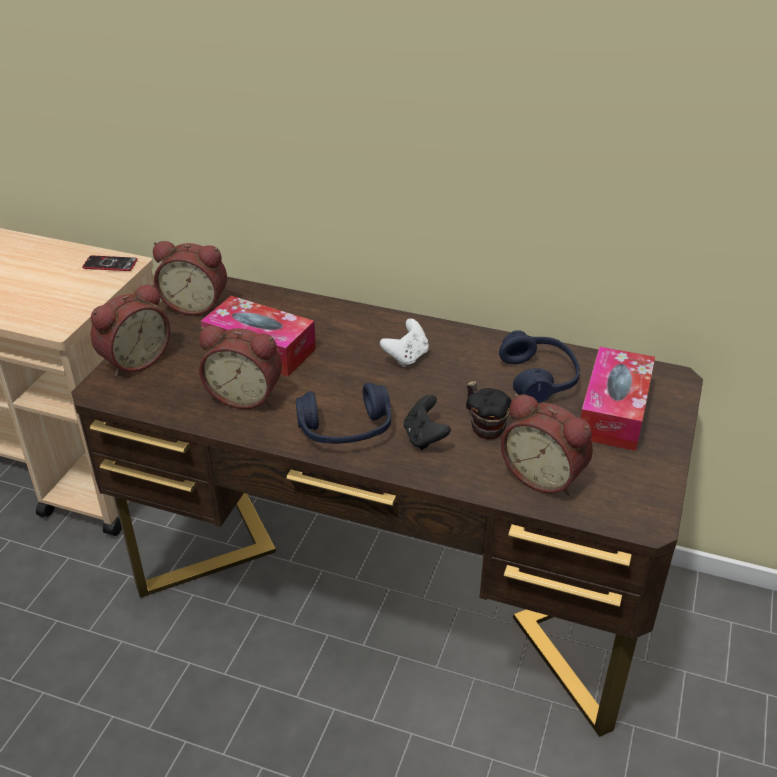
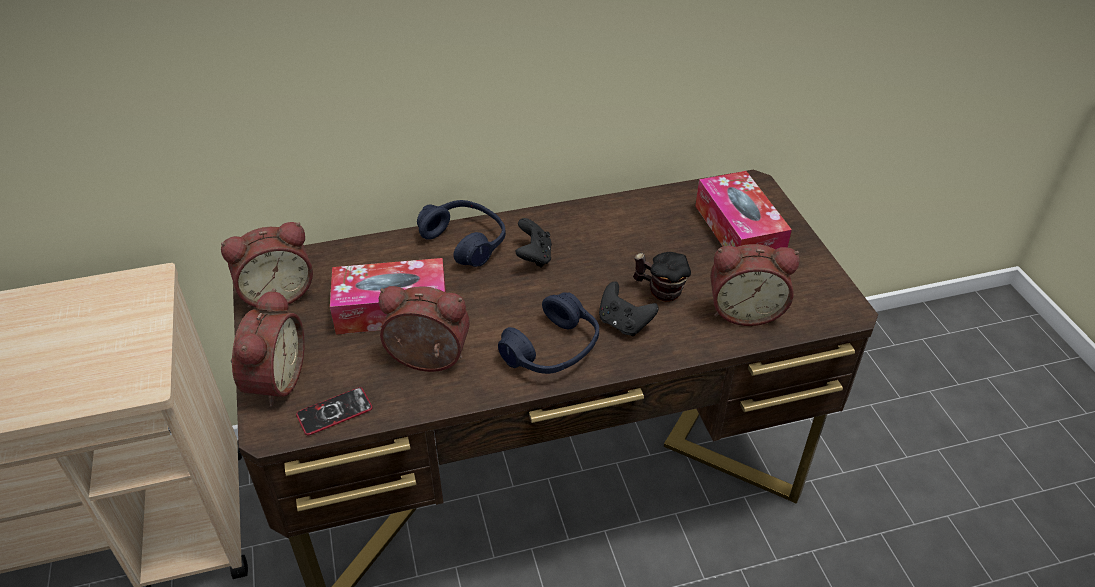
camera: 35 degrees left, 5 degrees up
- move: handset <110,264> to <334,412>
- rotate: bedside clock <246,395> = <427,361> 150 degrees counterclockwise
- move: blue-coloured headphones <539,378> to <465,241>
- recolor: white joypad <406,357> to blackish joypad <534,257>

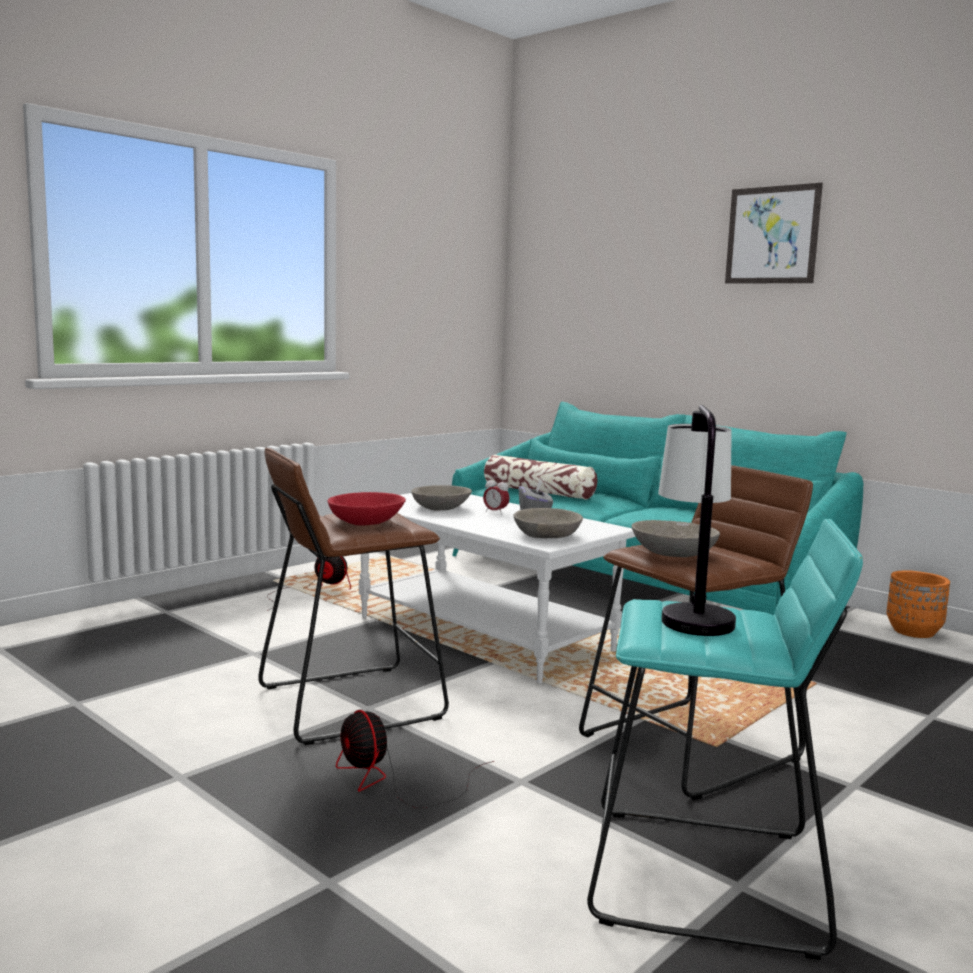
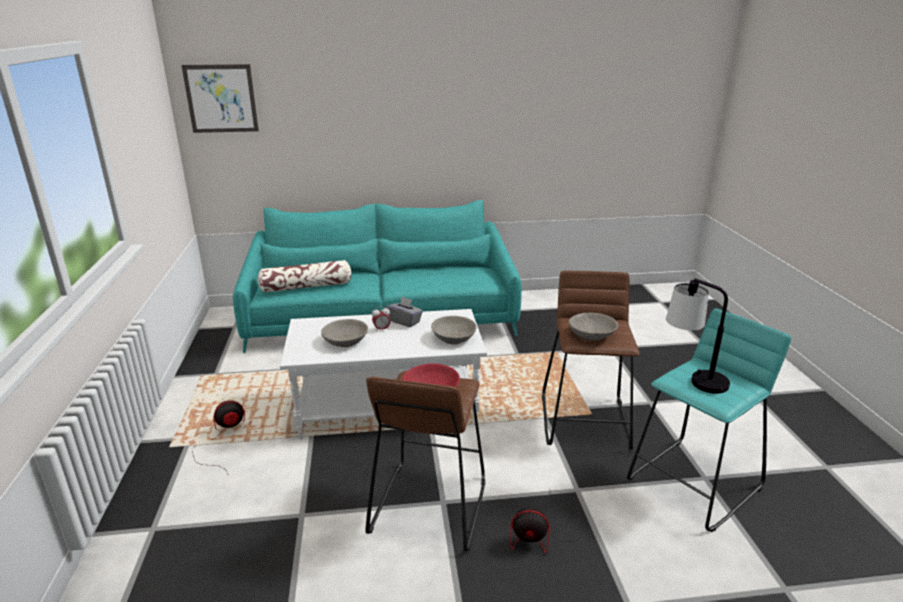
camera: 50 degrees left, 15 degrees up
- move: picture <772,235> to <221,98>
- delete: orangey plant pot <914,631>

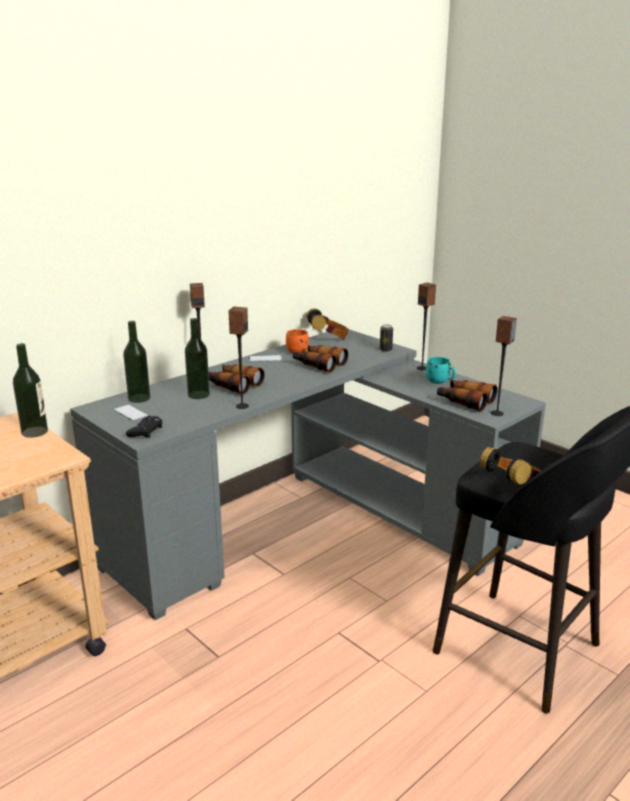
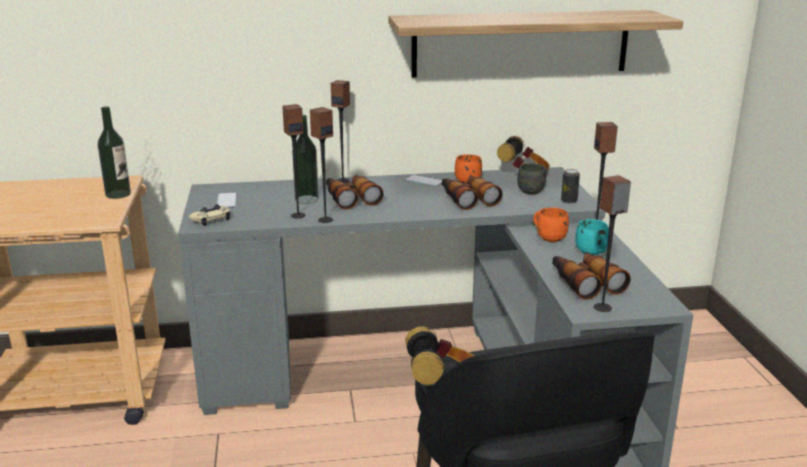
camera: 35 degrees right, 0 degrees up
- recolor: blackish joypad <145,431> to beige joypad <211,219>
- insert: loudspeaker <298,215>
- insert: wall shelf <520,43>
- insert: gray coffee mug <533,190>
- insert: orangey coffee mug <548,237>
- delete: bottle <139,398>

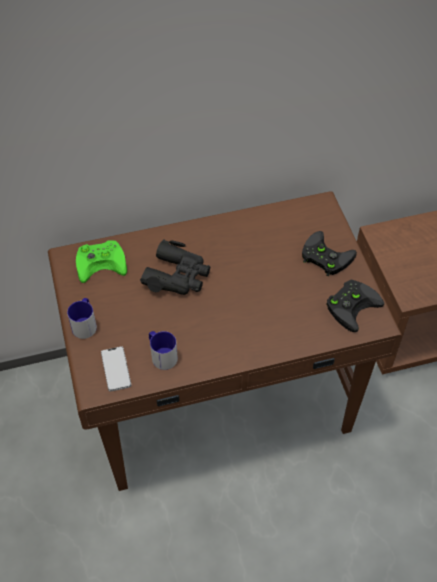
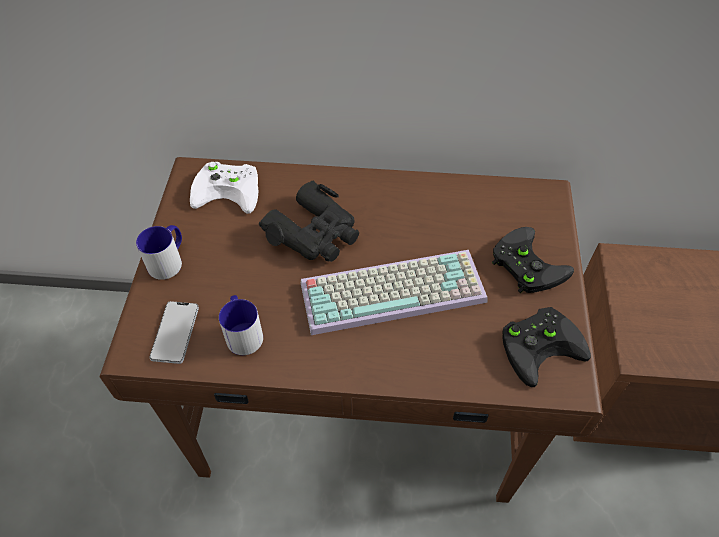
camera: 20 degrees right, 0 degrees up
- recolor: green-coloured joypad <102,262> to white joypad <230,189>
- insert: PC keyboard <394,289>

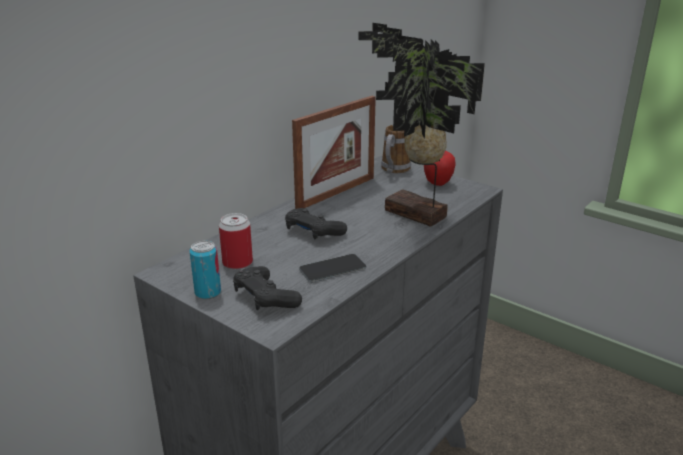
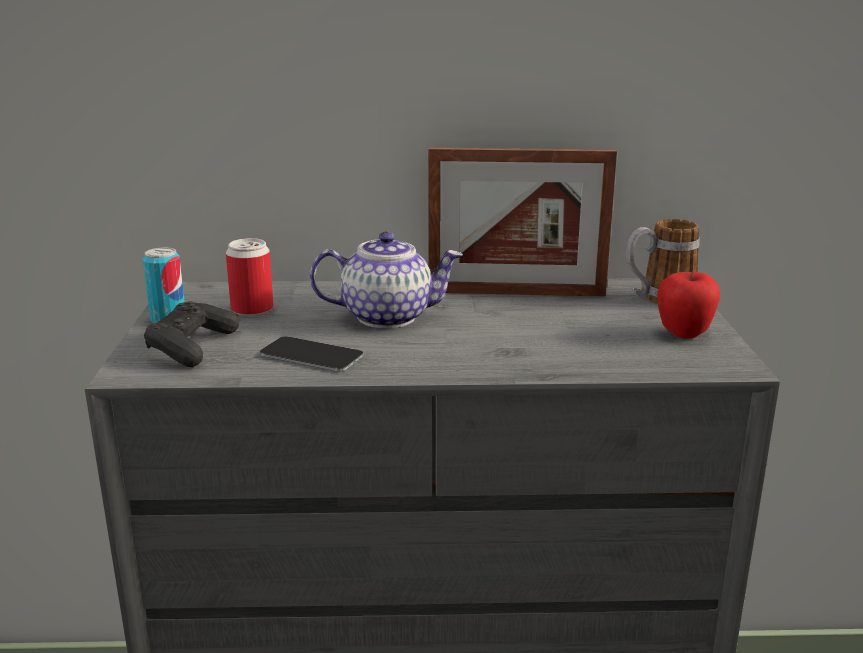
camera: 50 degrees right, 5 degrees down
- replace: blackish joypad <313,232> to teapot <388,316>
- delete: houseplant <414,216>

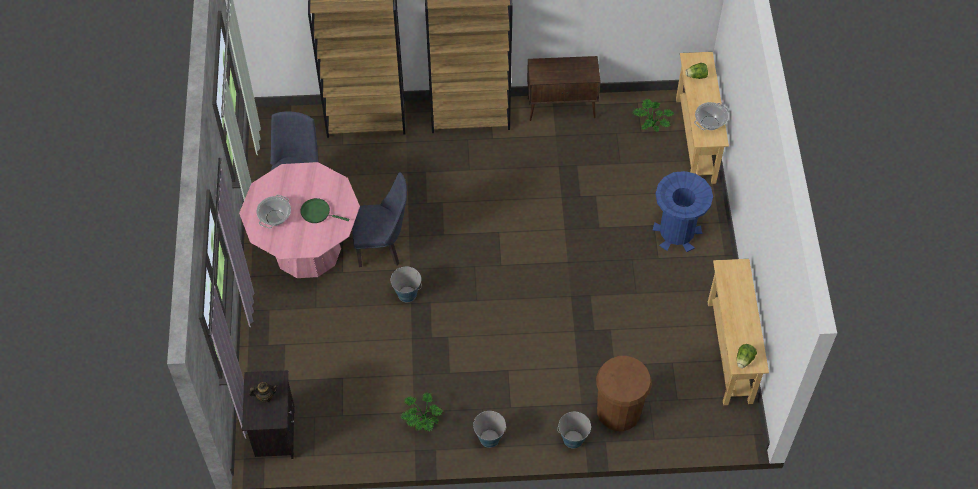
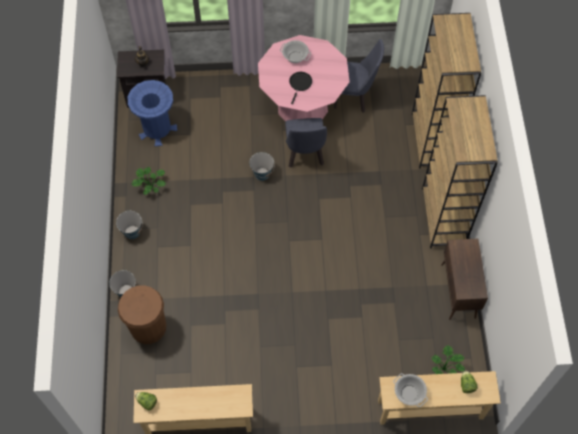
camera: 90 degrees right, 5 degrees up
- move: blue-coloured waste bin <676,232> to <157,129>
- recolor: green-coloured frying pan <318,212> to blackish frying pan <300,84>

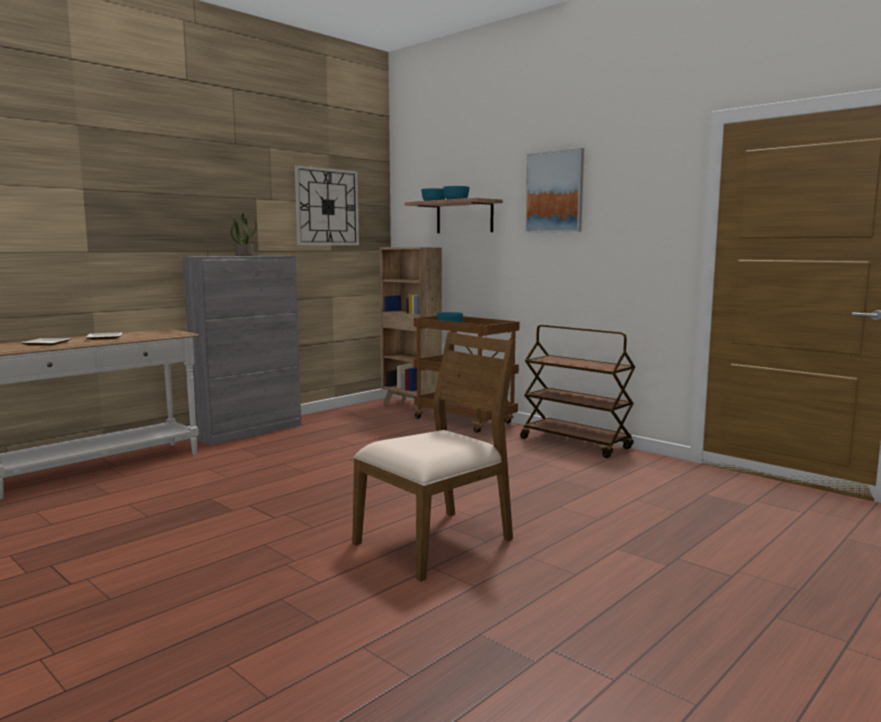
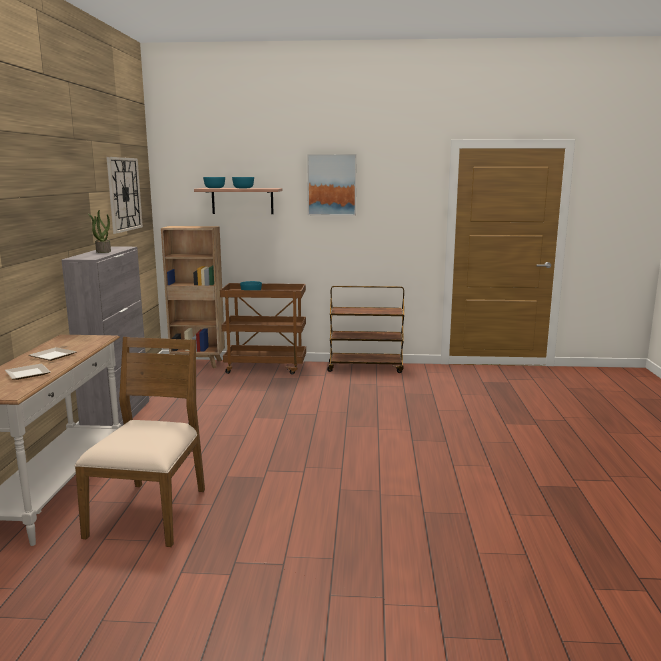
camera: 40 degrees left, 5 degrees up
- move: brown-coloured plain chair <436,541> to <150,512>

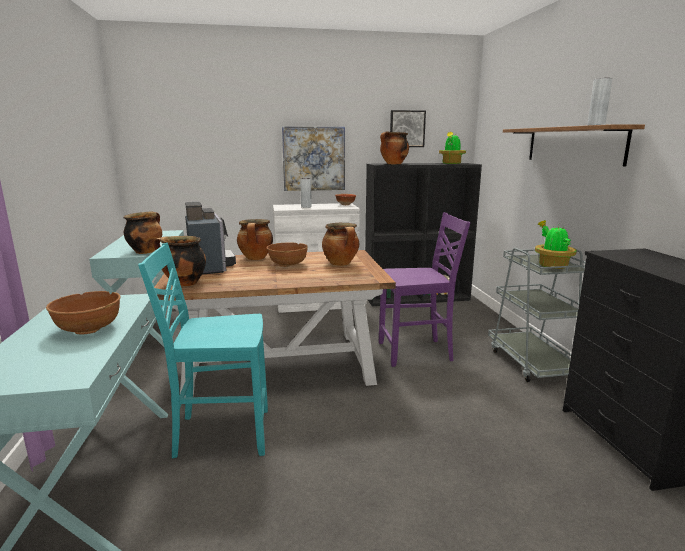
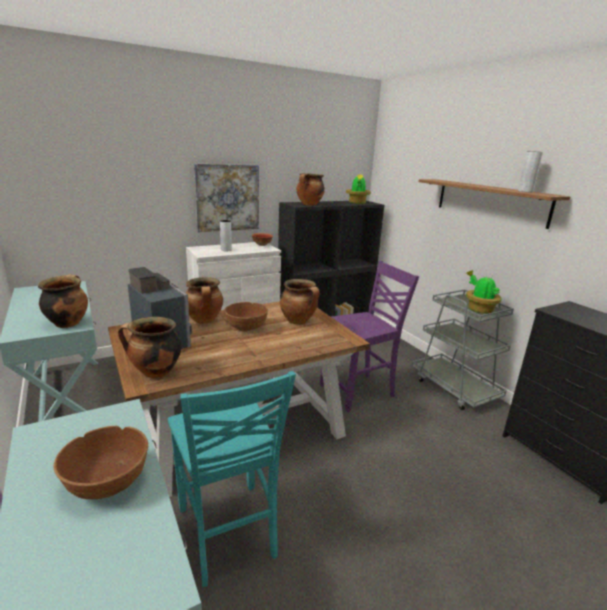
camera: 20 degrees left, 5 degrees up
- rotate: turquoise plain chair <221,433> = <228,533> 90 degrees counterclockwise
- delete: picture <407,129>

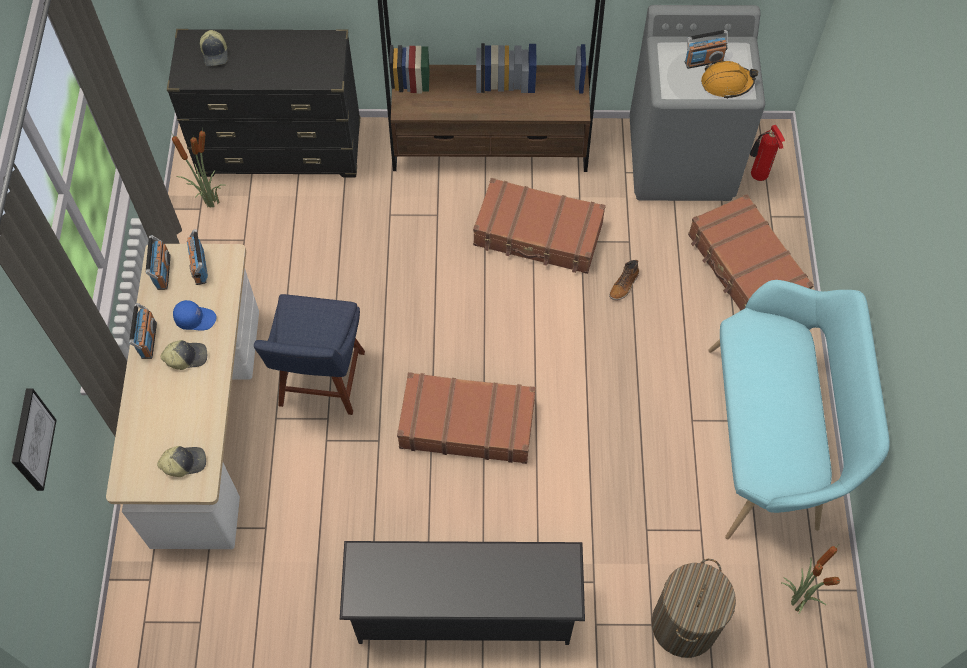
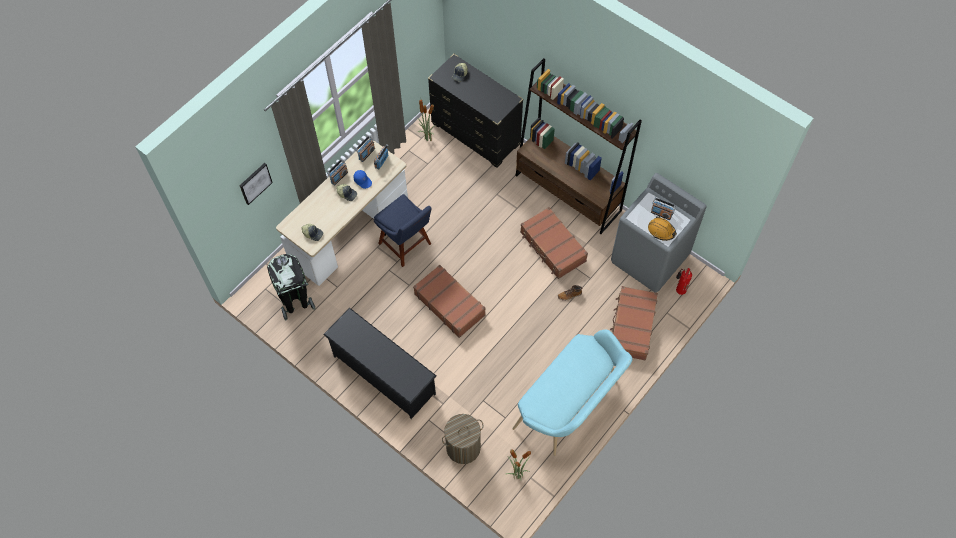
camera: 40 degrees right, 0 degrees up
- insert: blackish waste bin <295,301>
- rotate: blue-coloured plain chair <321,383> = <406,245> 90 degrees counterclockwise

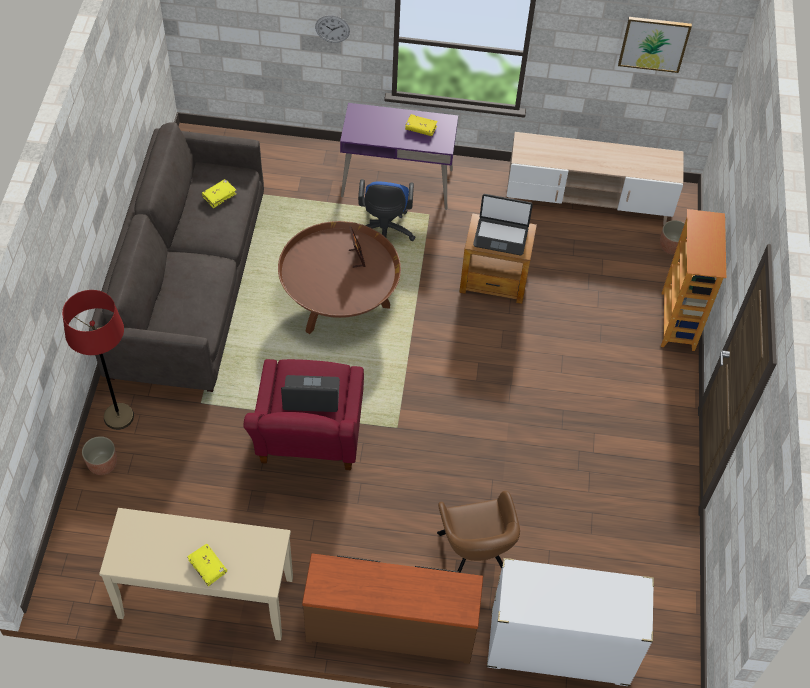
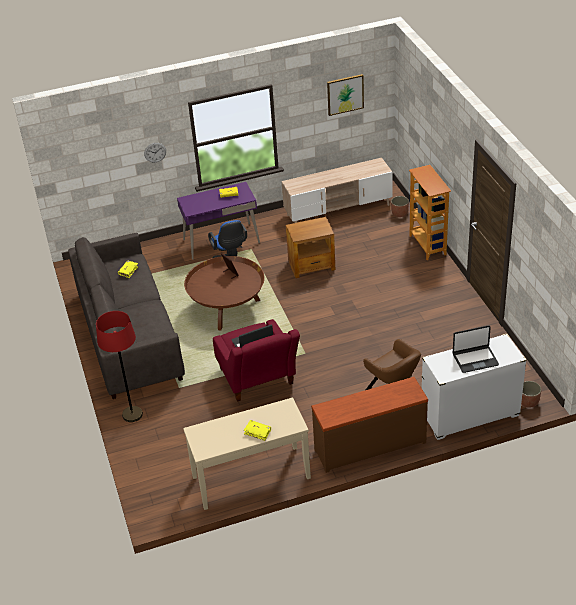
camera: 20 degrees left, 15 degrees down
- move: notebook computer <501,236> to <475,359>
- move: plant pot <102,464> to <528,402>

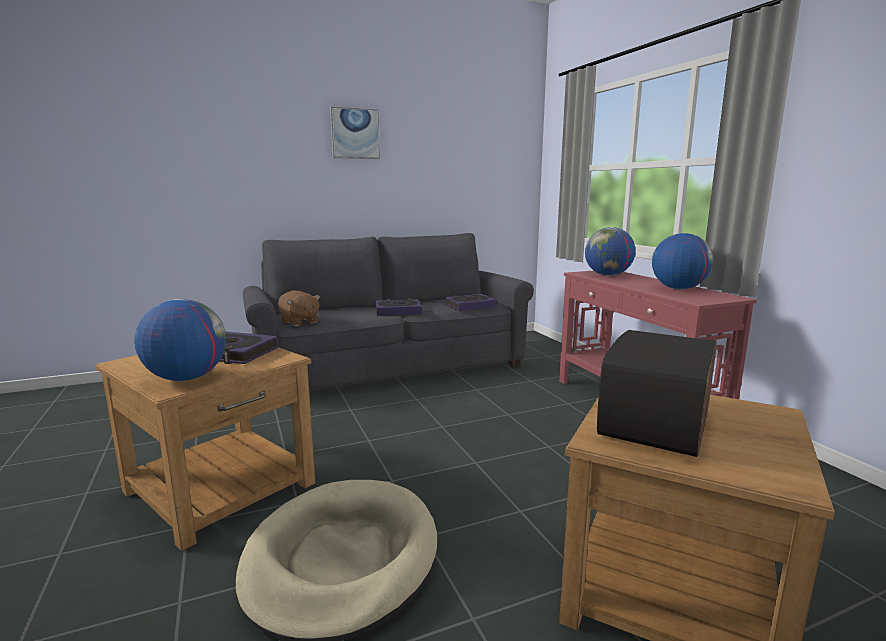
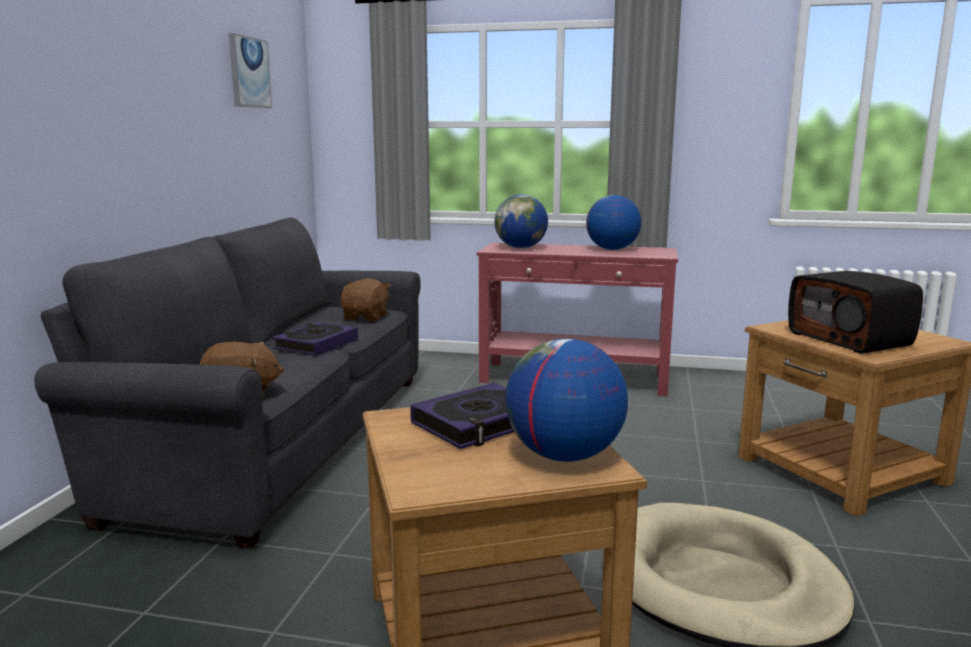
camera: 55 degrees left, 0 degrees up
- move: picture <355,133> to <249,72>
- replace: book <470,306> to brown-coloured soft toy <366,317>

